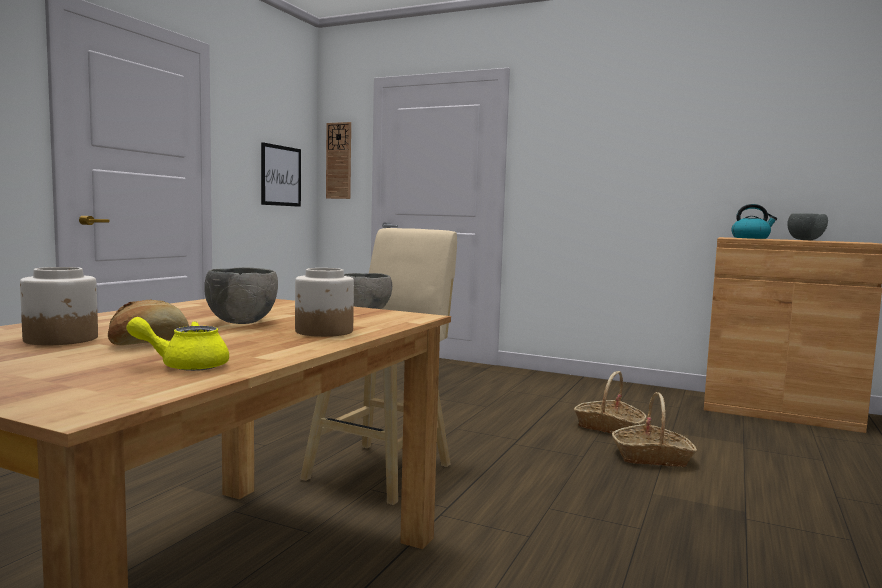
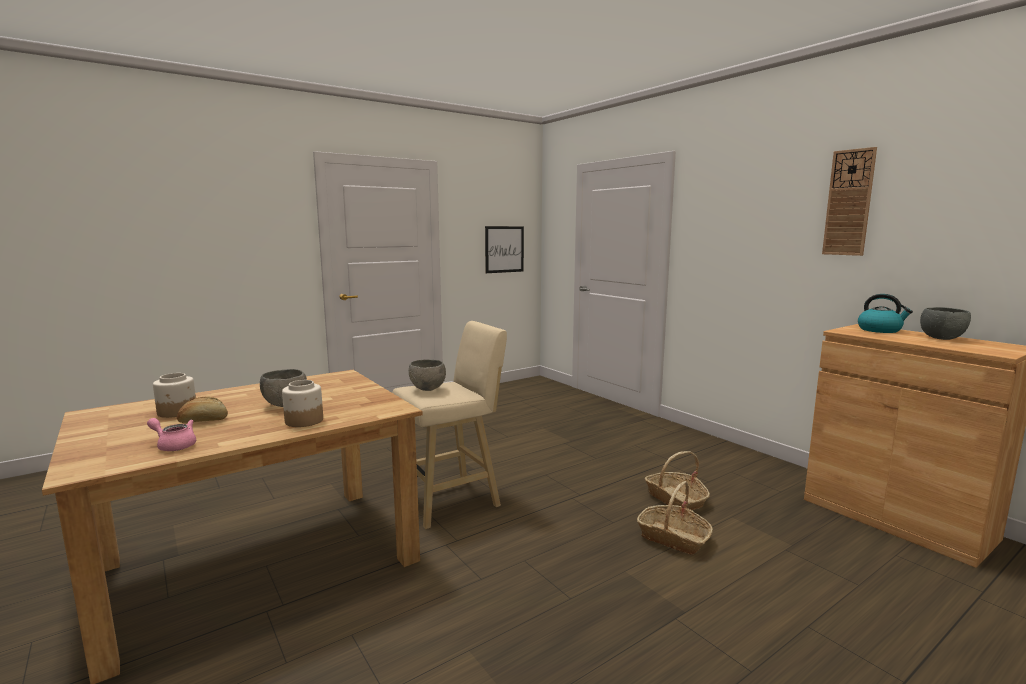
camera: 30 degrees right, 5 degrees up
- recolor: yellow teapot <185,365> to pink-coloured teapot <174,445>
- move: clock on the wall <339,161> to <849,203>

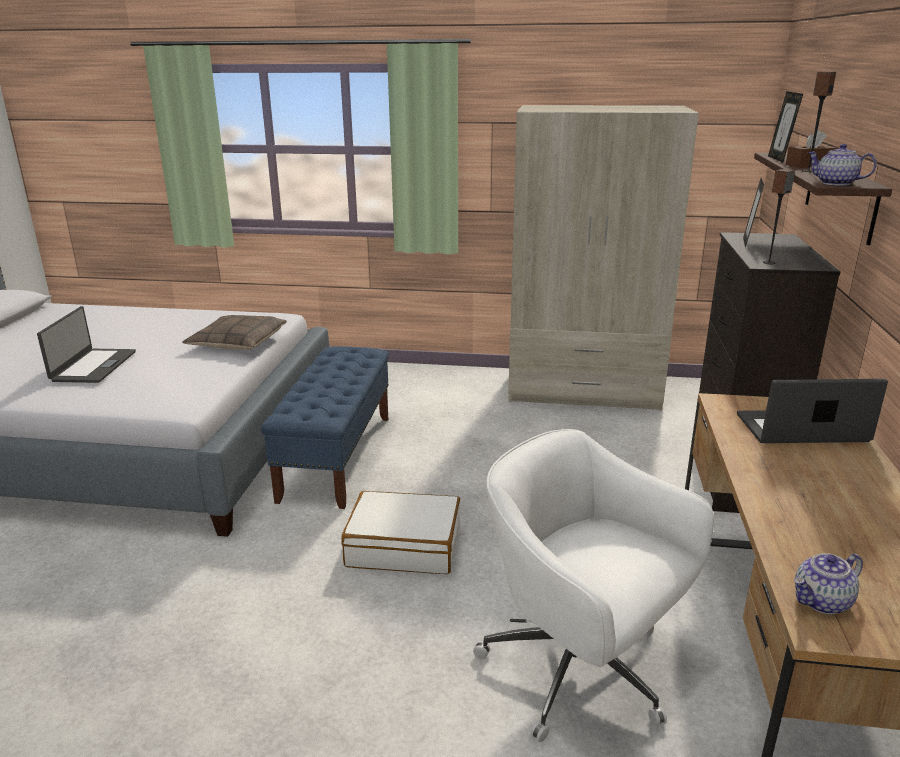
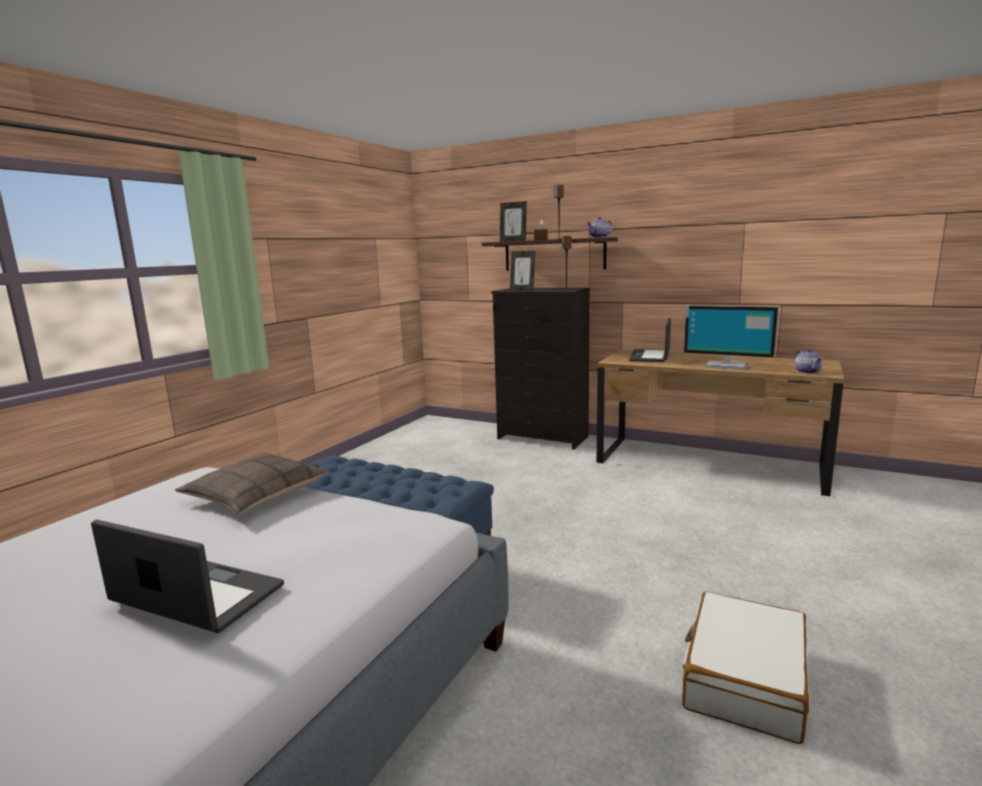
camera: 70 degrees left, 10 degrees down
- move: white piece of luggage <404,546> to <743,679>
- insert: computer display <726,366>
- delete: white office chair <580,671>
- delete: beige armoire <584,389>

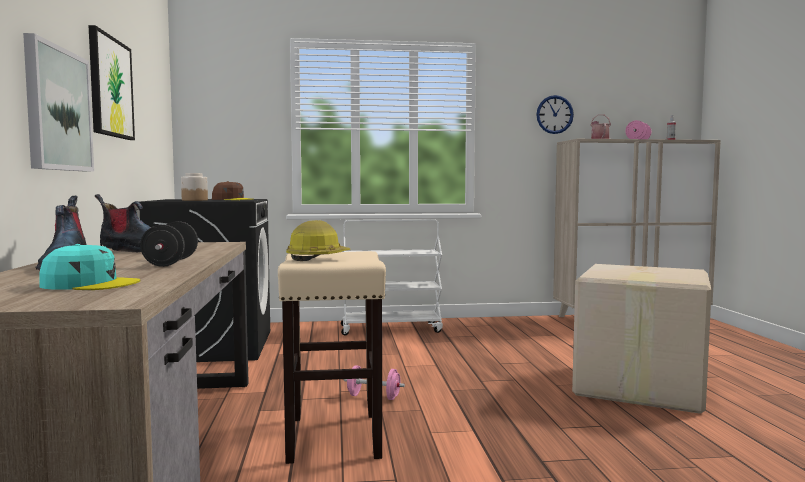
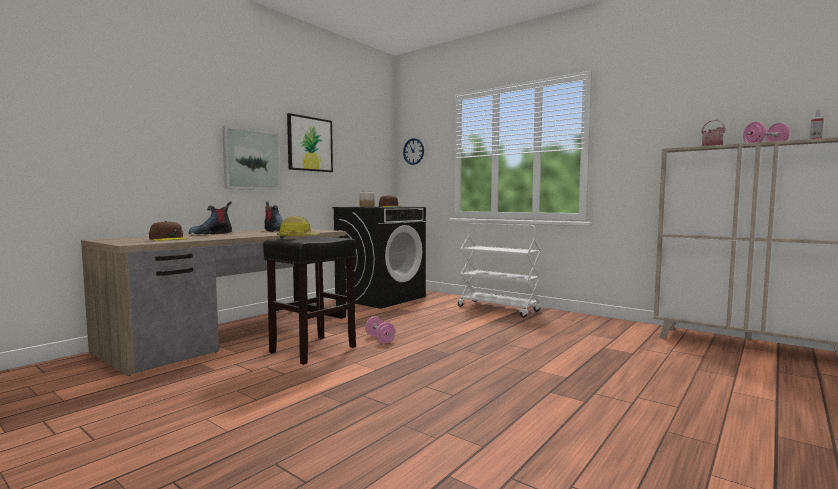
camera: 45 degrees right, 0 degrees up
- recolor: turquoise peaked cap <90,284> to brown-coloured peaked cap <168,239>
- recolor: beige stool <334,437> to blackish stool <312,350>
- move: clock on the wall <554,114> to <413,151>
- delete: blackish free weight <171,262>
- delete: packing box <637,386>

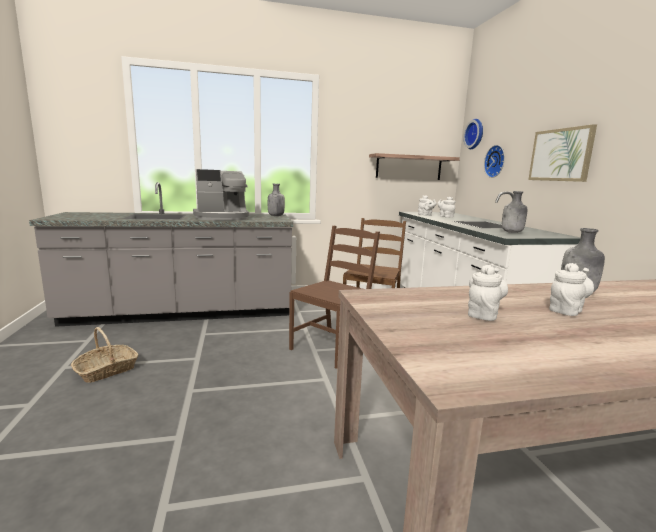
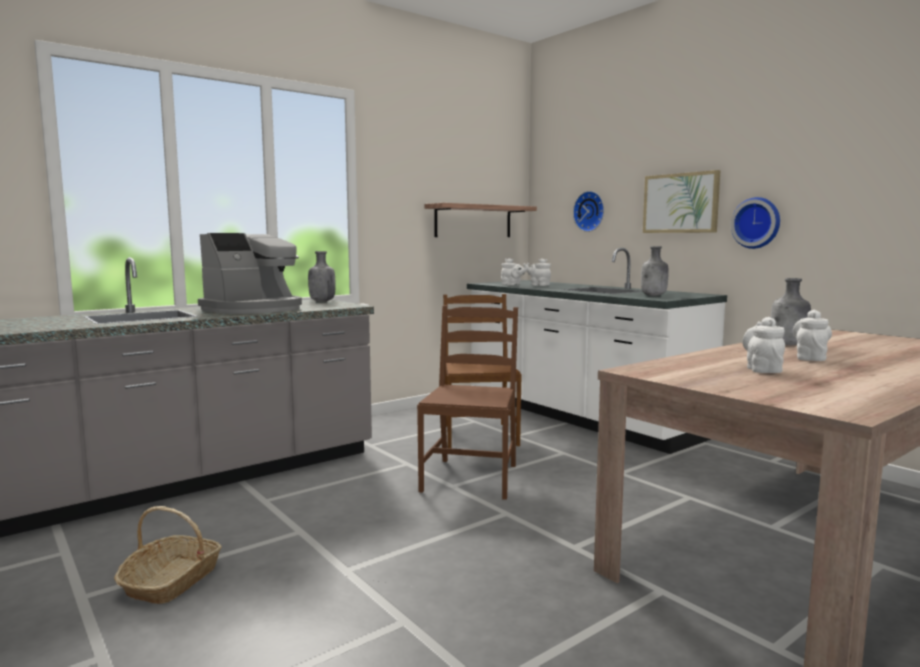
camera: 25 degrees left, 5 degrees down
- move: clock on the wall <475,134> to <757,223>

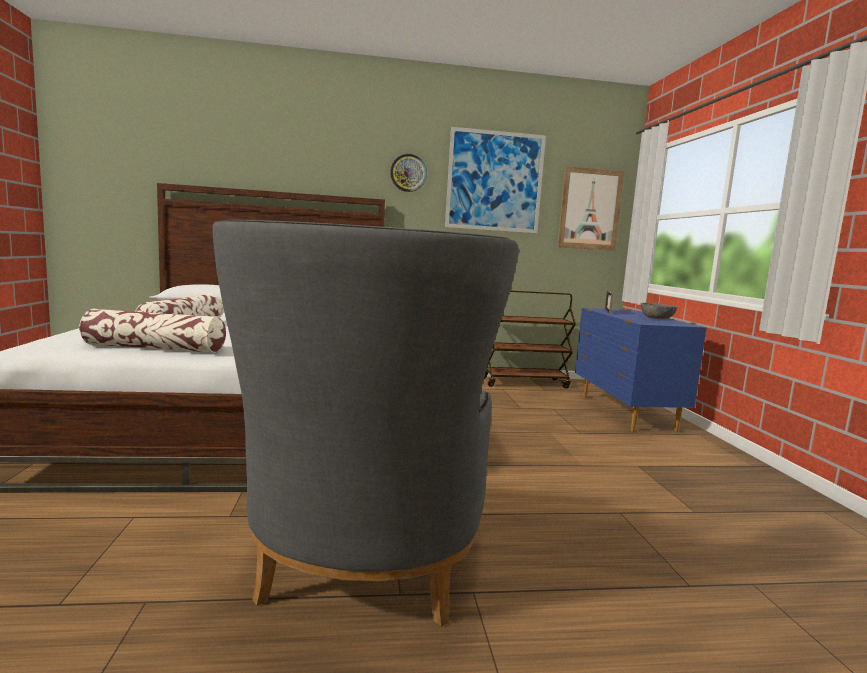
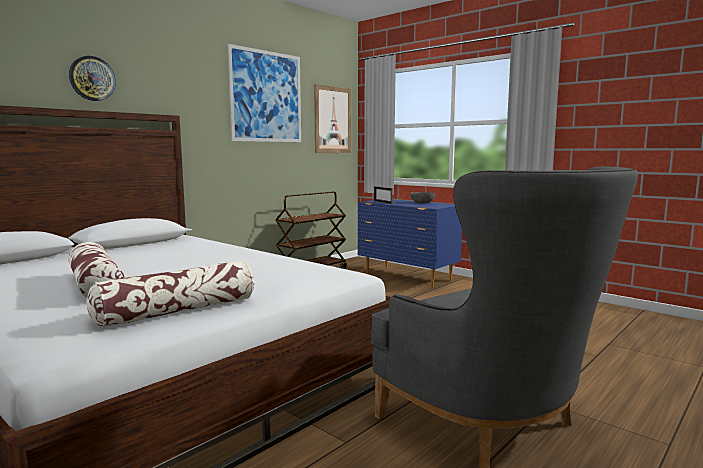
camera: 40 degrees left, 0 degrees up
- move: clock on the wall <408,173> to <92,78>

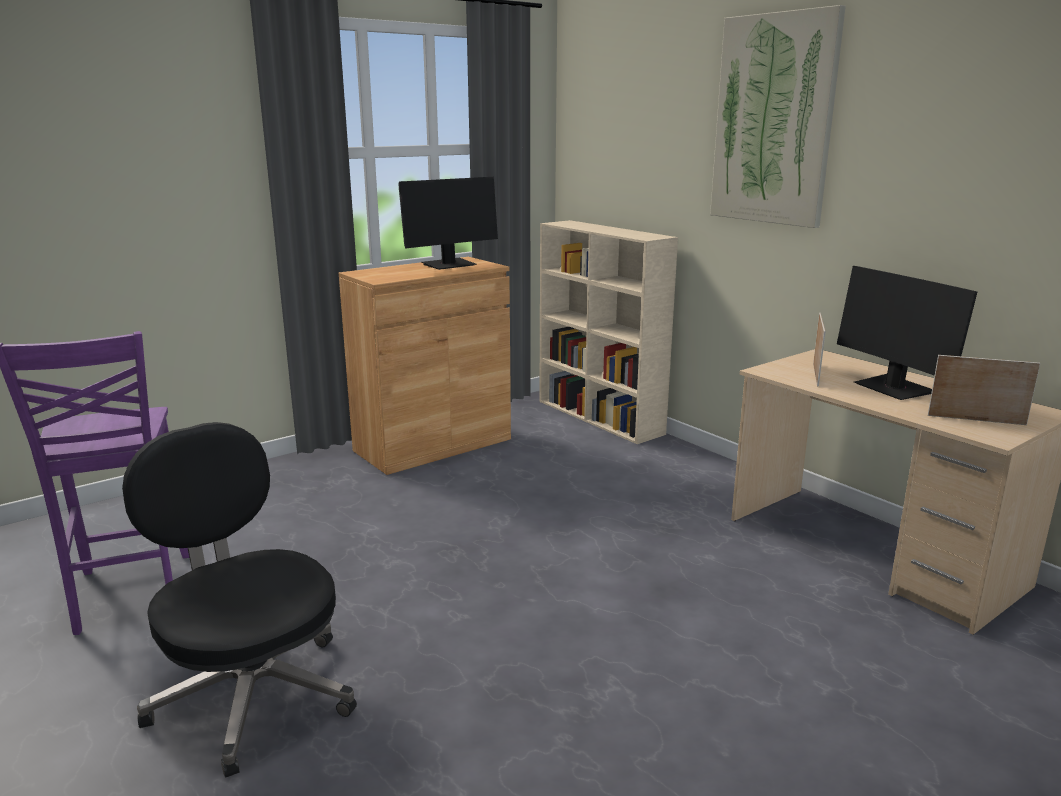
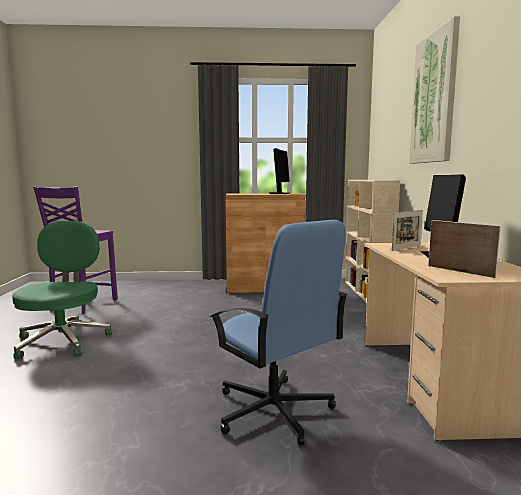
camera: 35 degrees right, 10 degrees down
- recolor: blackish office chair <252,693> to green-coloured office chair <63,340>
- insert: blue-coloured office chair <274,411>
- rotate: computer display <449,265> = <279,193> 75 degrees counterclockwise

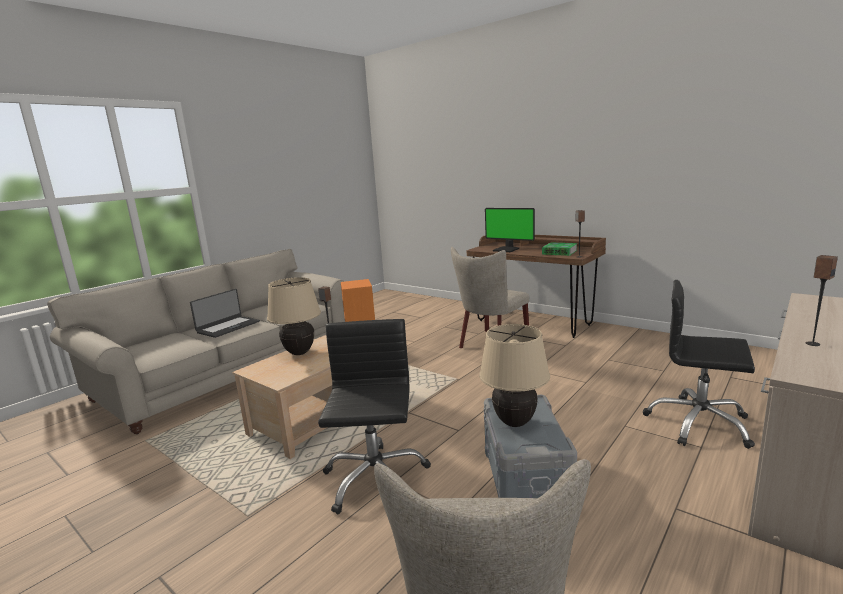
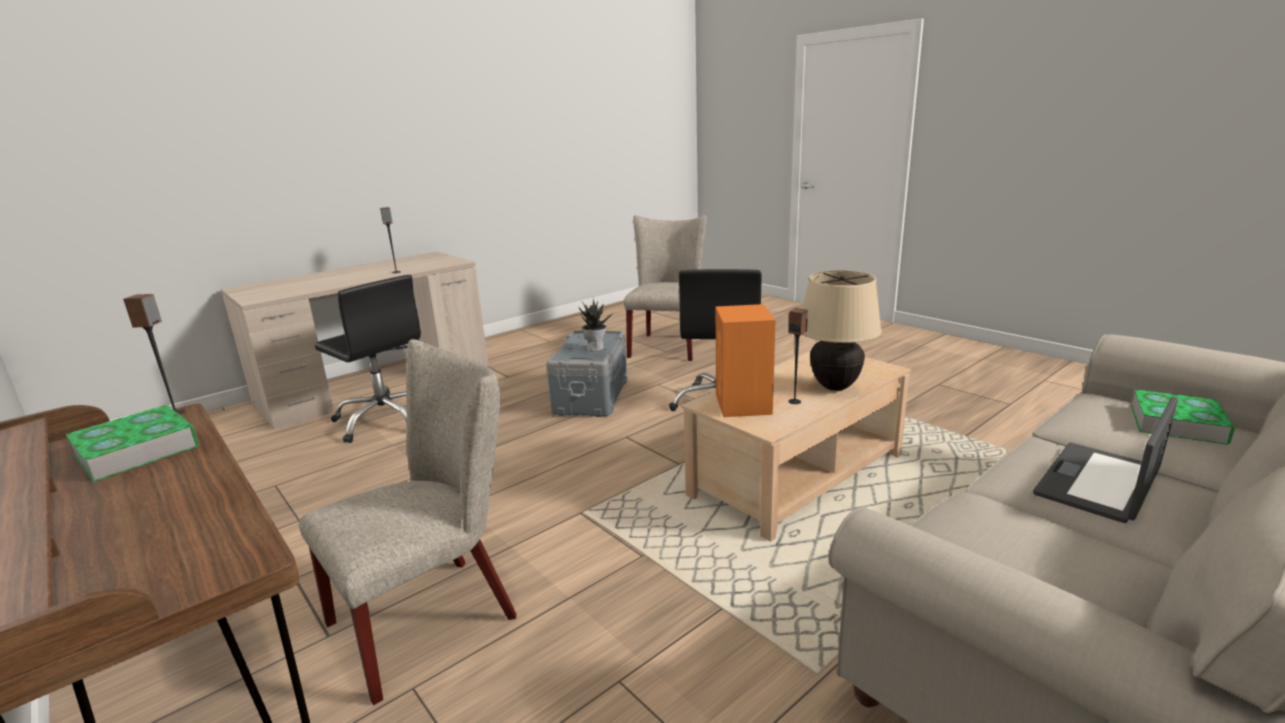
camera: 170 degrees left, 5 degrees up
- replace: beige lamp for a table <514,422> to houseplant <595,348>
- insert: book <1177,423>
- delete: computer display <507,249>

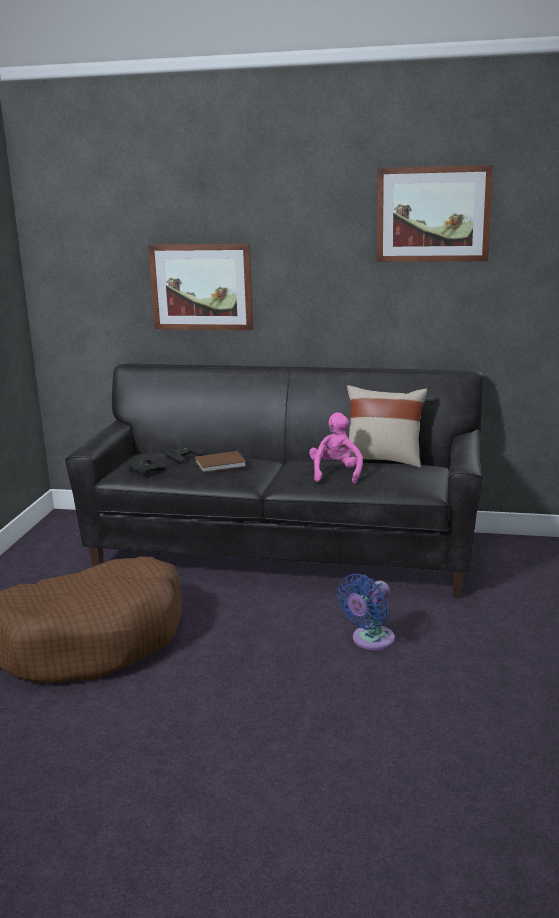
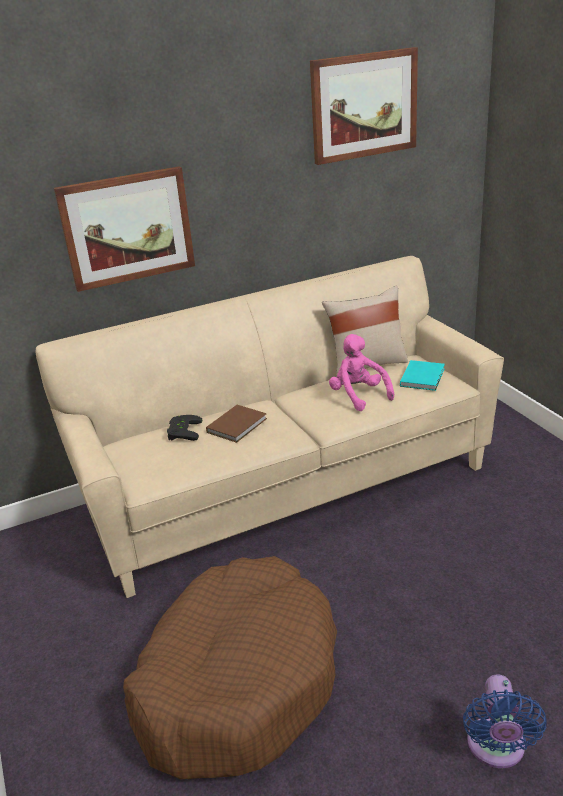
camera: 35 degrees left, 10 degrees up
- recolor: blackish couch <282,554> to beige couch <288,489>
- insert: turquoise book <423,377>
- move: blue-coloured electric fan <370,640> to <496,749>
- delete: blackish joypad <143,470>

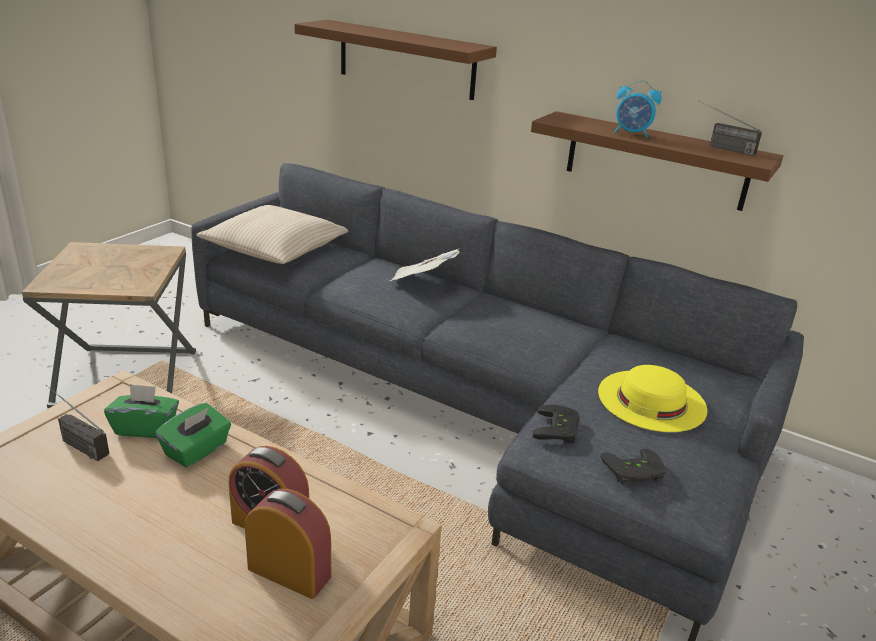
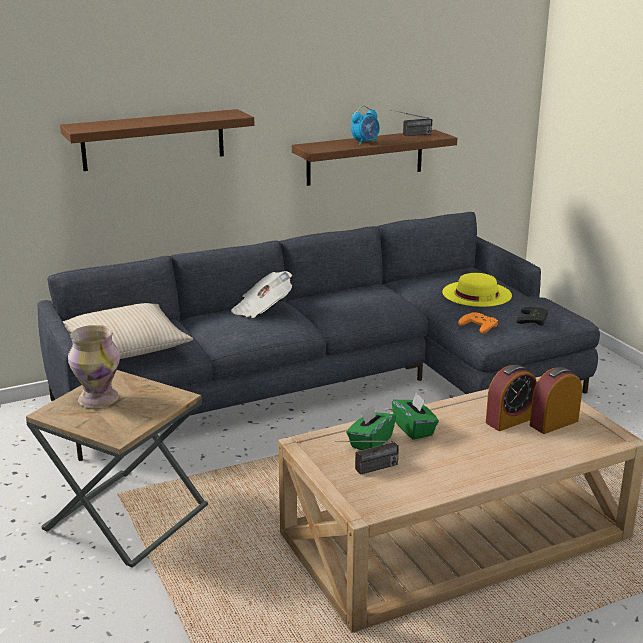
camera: 55 degrees left, 5 degrees down
- insert: flower vase <98,399>
- recolor: blackish joypad <559,429> to orangey joypad <480,325>

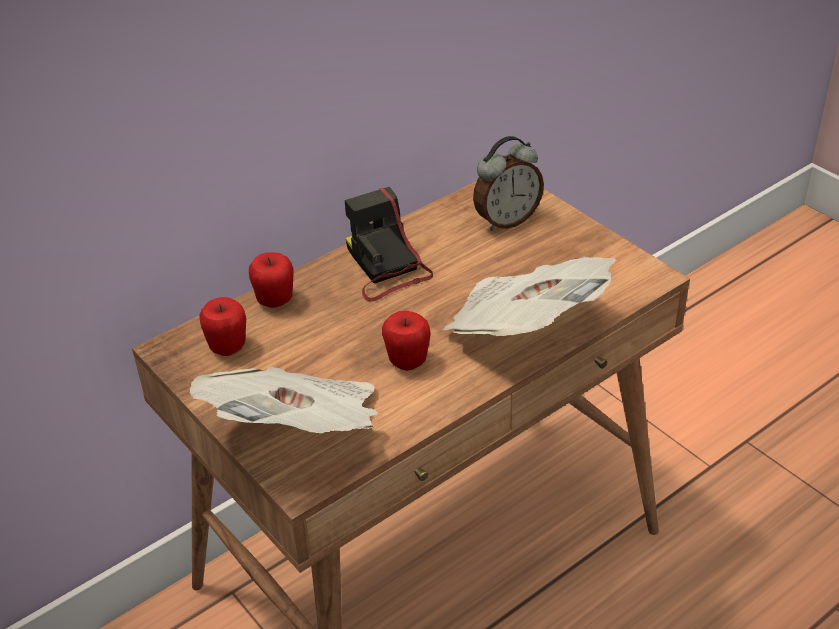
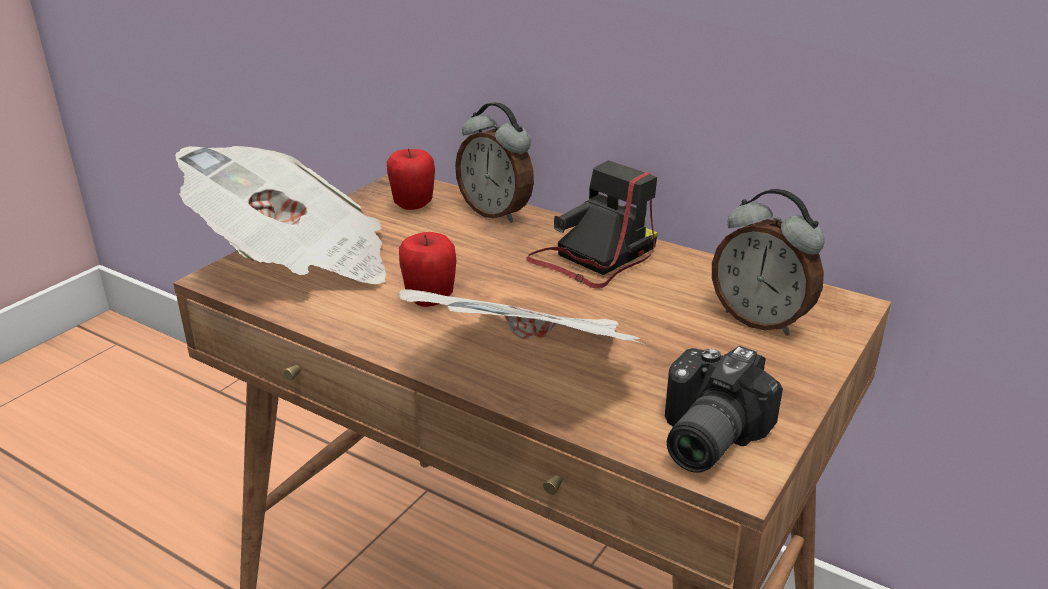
camera: 70 degrees right, 10 degrees down
- replace: whole apple <275,301> to bedside clock <496,212>
- insert: still camera <702,436>

